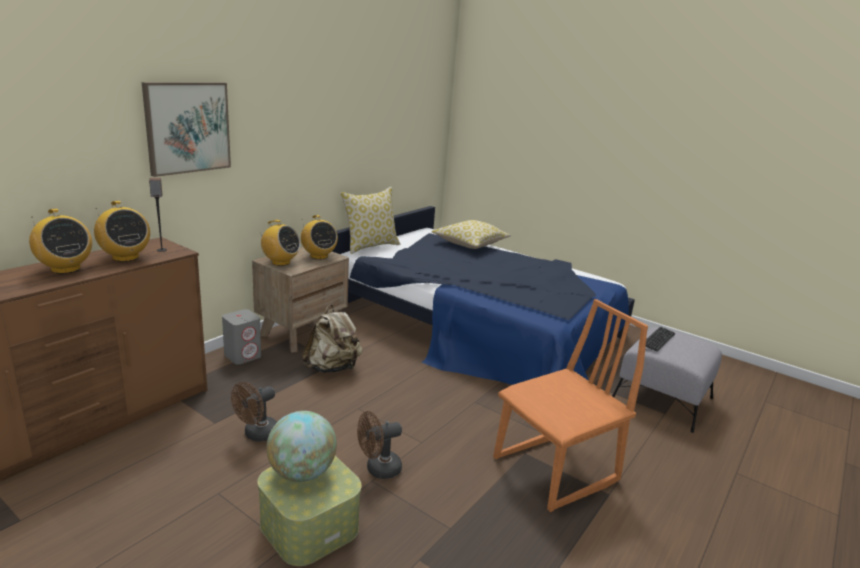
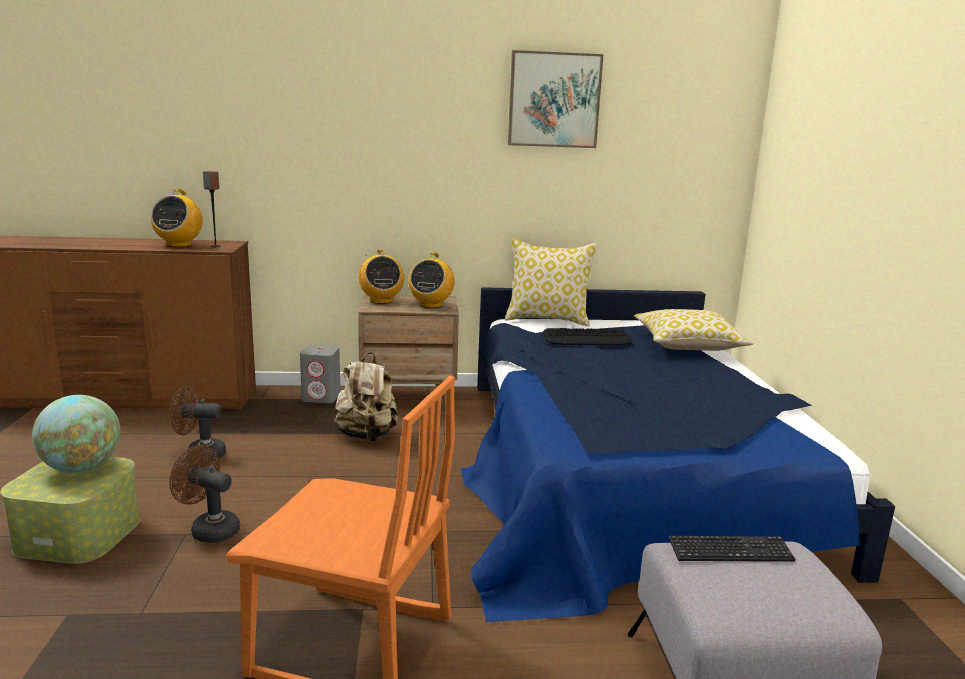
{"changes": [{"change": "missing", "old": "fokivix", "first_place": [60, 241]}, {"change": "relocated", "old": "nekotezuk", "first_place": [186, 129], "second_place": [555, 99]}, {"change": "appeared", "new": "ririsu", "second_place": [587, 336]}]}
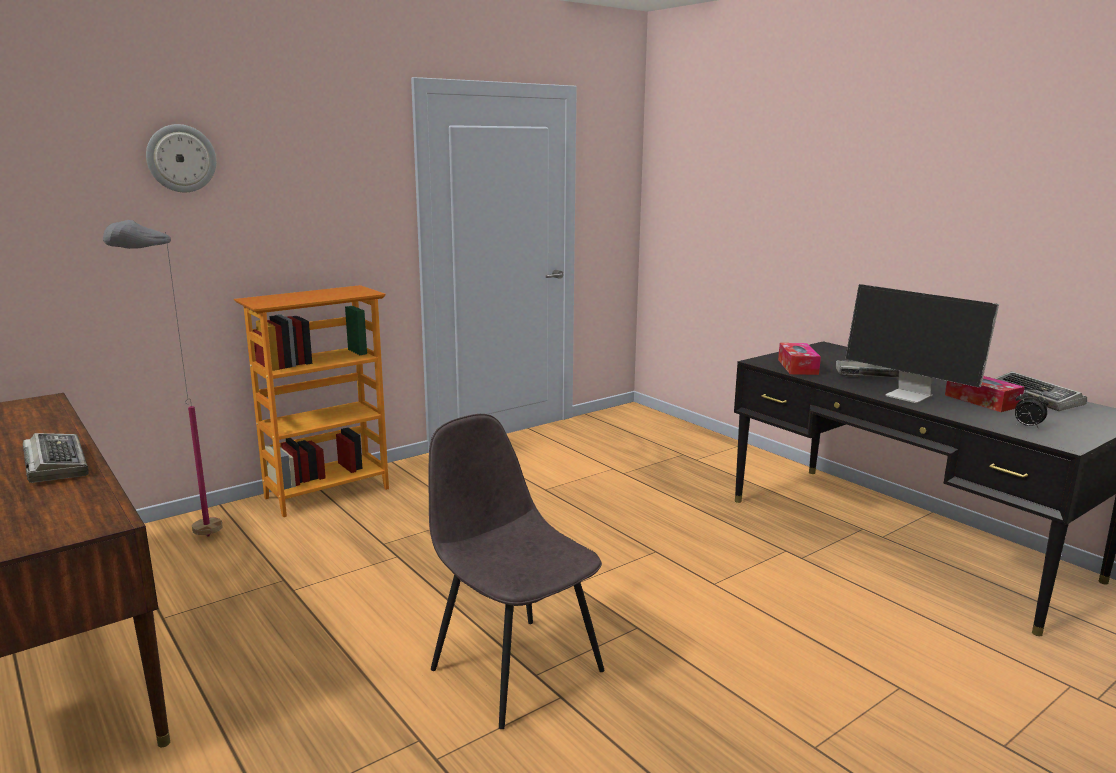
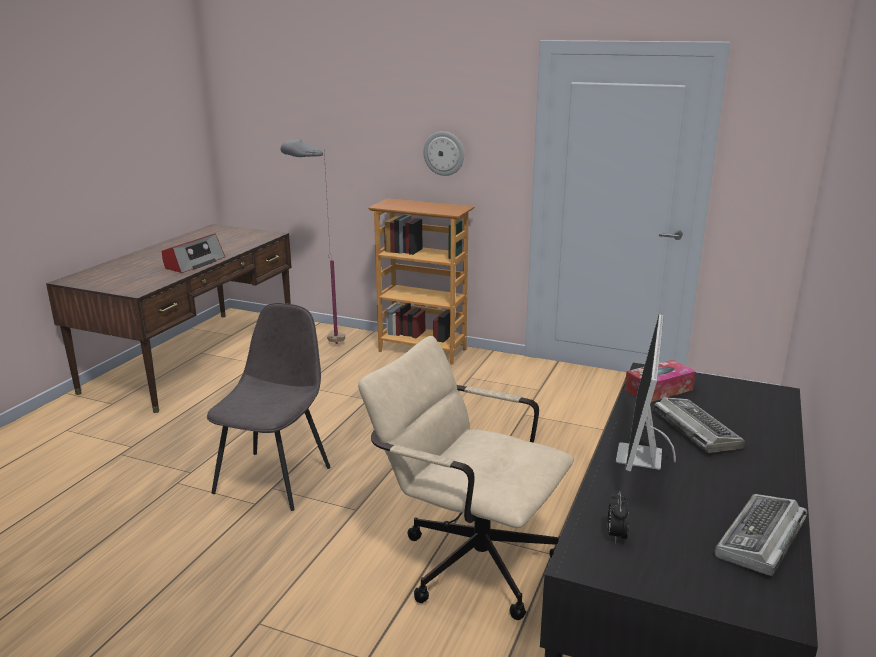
{"changes": [{"change": "exchanged", "old": "ririsu", "new": "fokivix", "first_place": [56, 458], "second_place": [193, 253]}, {"change": "relocated", "old": "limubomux", "first_place": [181, 158], "second_place": [443, 153]}, {"change": "missing", "old": "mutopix", "first_place": [985, 394]}, {"change": "appeared", "new": "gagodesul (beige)", "second_place": [466, 477]}]}
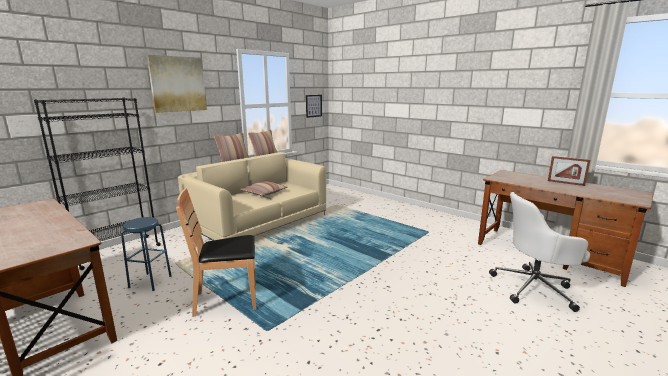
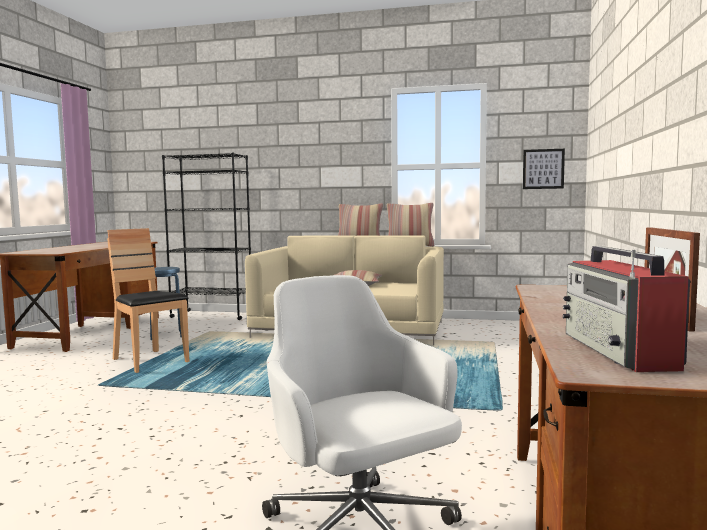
{"changes": [{"change": "missing", "old": "nekotezuk", "first_place": [177, 84]}, {"change": "appeared", "new": "fokivix", "second_place": [626, 309]}]}
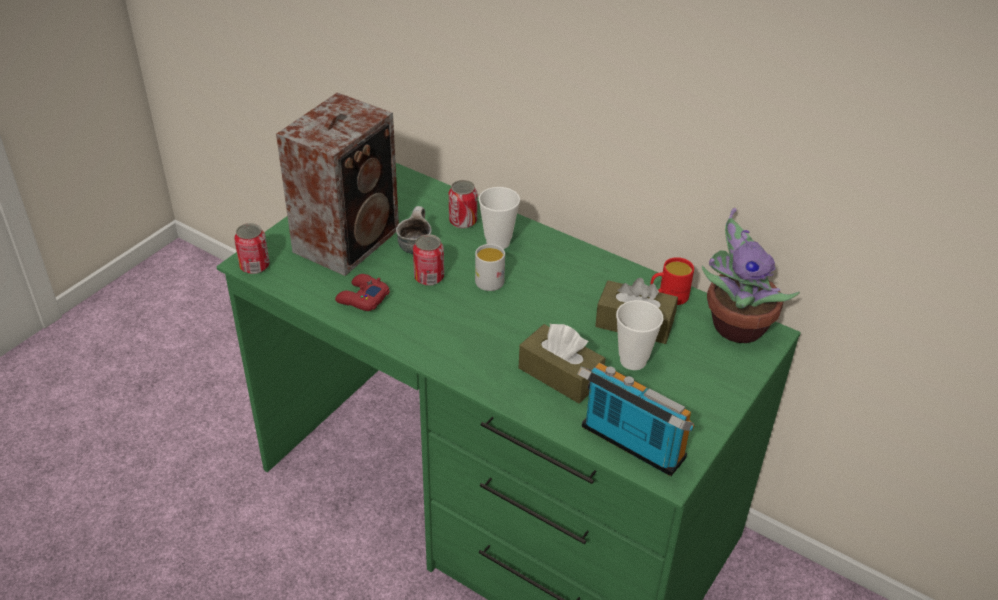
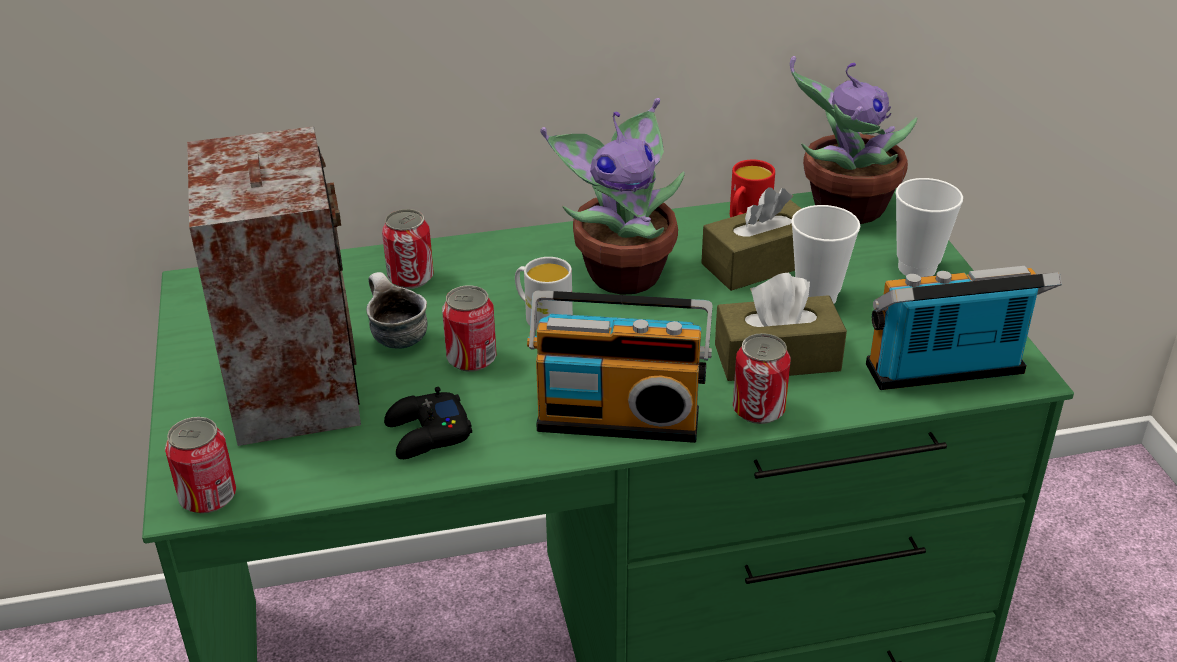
{"changes": [{"change": "colour", "old": "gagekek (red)", "new": "gagekek (black)", "first_place": [362, 292], "second_place": [428, 423]}, {"change": "relocated", "old": "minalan", "first_place": [499, 218], "second_place": [929, 227]}, {"change": "appeared", "new": "fokivix", "second_place": [620, 366]}, {"change": "appeared", "new": "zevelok", "second_place": [612, 196]}, {"change": "appeared", "new": "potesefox", "second_place": [762, 378]}]}
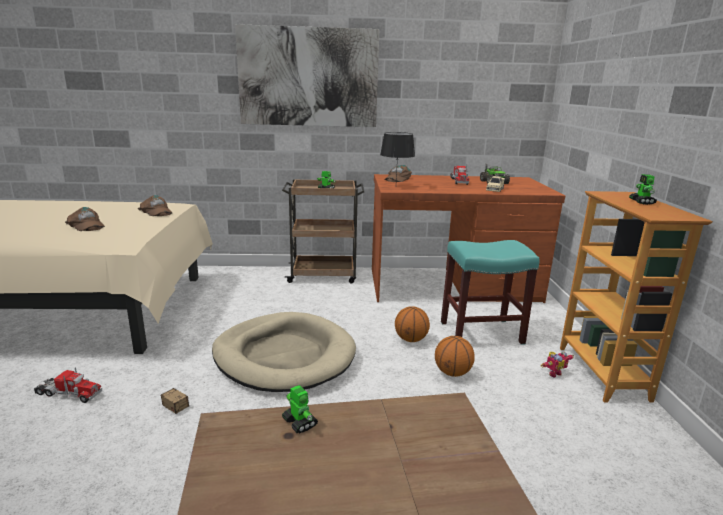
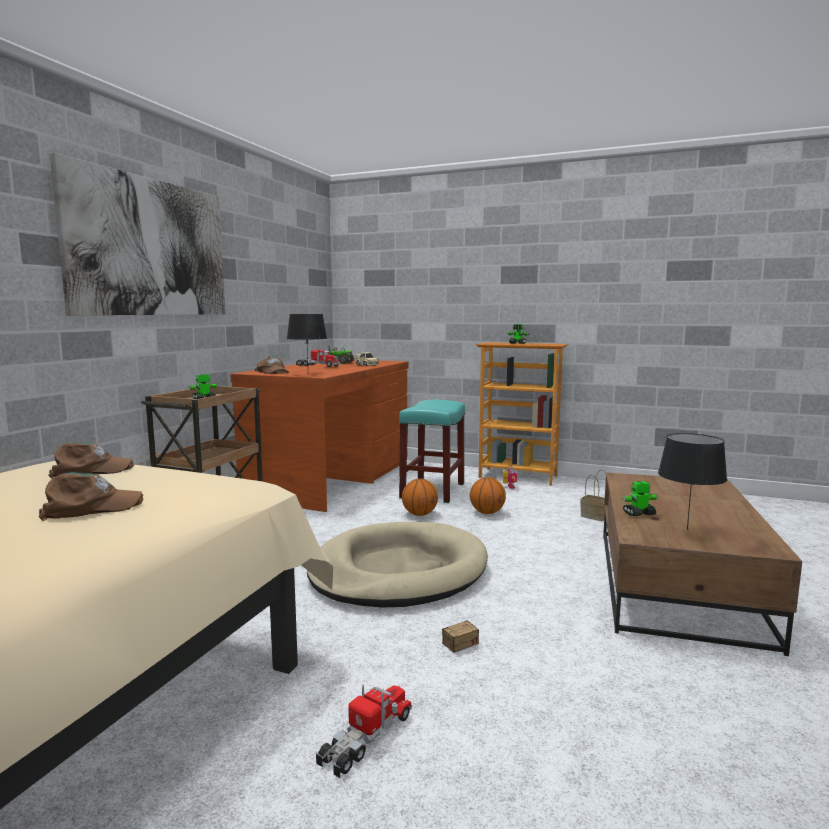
{"changes": [{"change": "appeared", "new": "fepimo", "second_place": [593, 495]}, {"change": "appeared", "new": "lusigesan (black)", "second_place": [692, 481]}]}
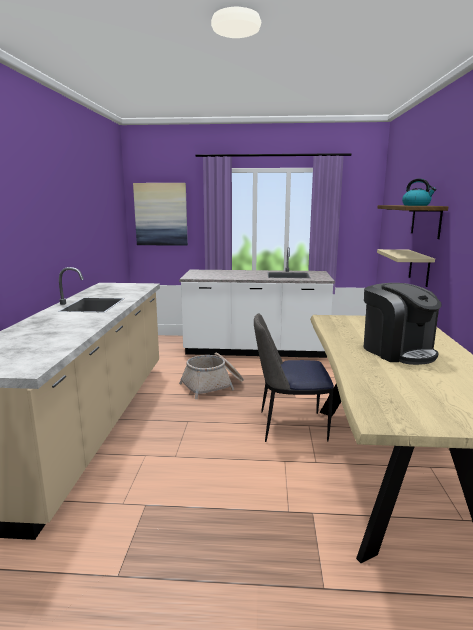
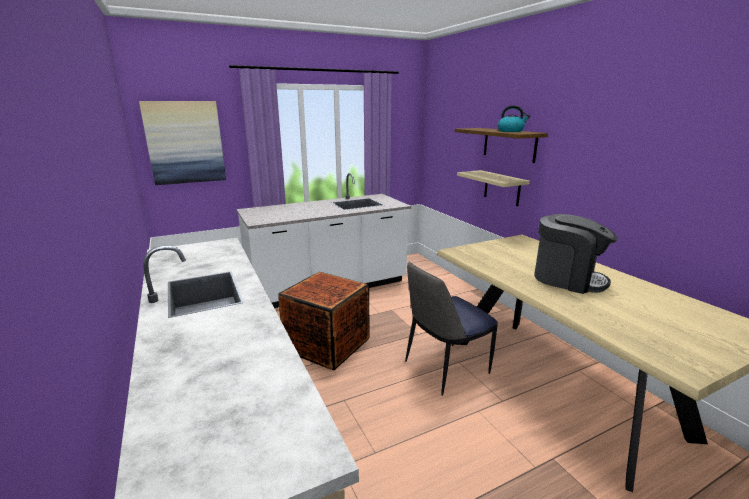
{"changes": [{"change": "exchanged", "old": "fepimo", "new": "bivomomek", "first_place": [211, 376], "second_place": [324, 321]}]}
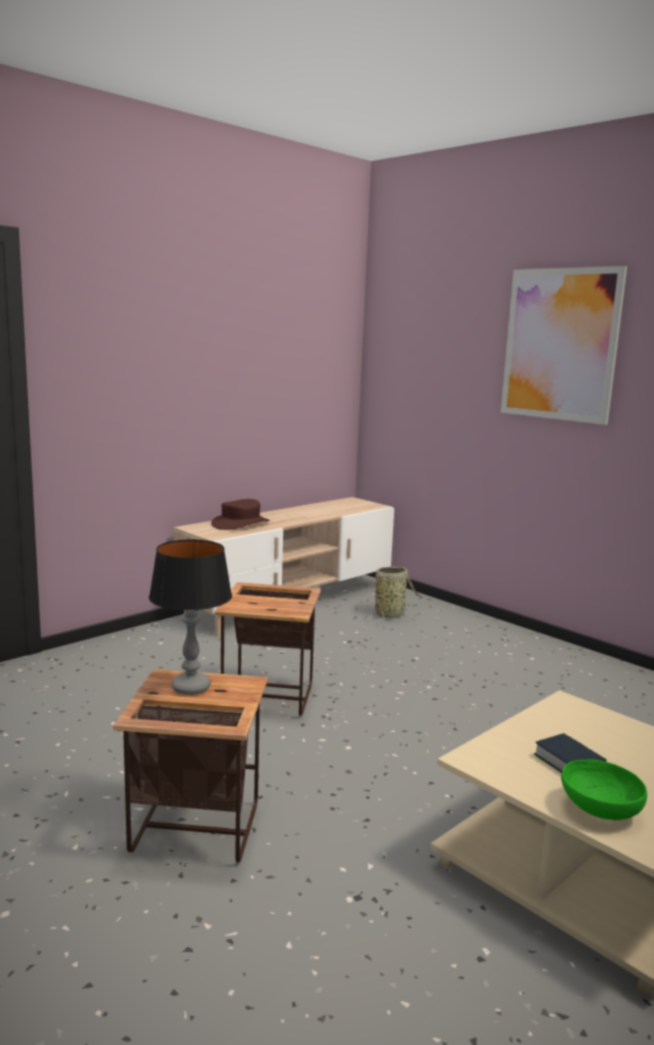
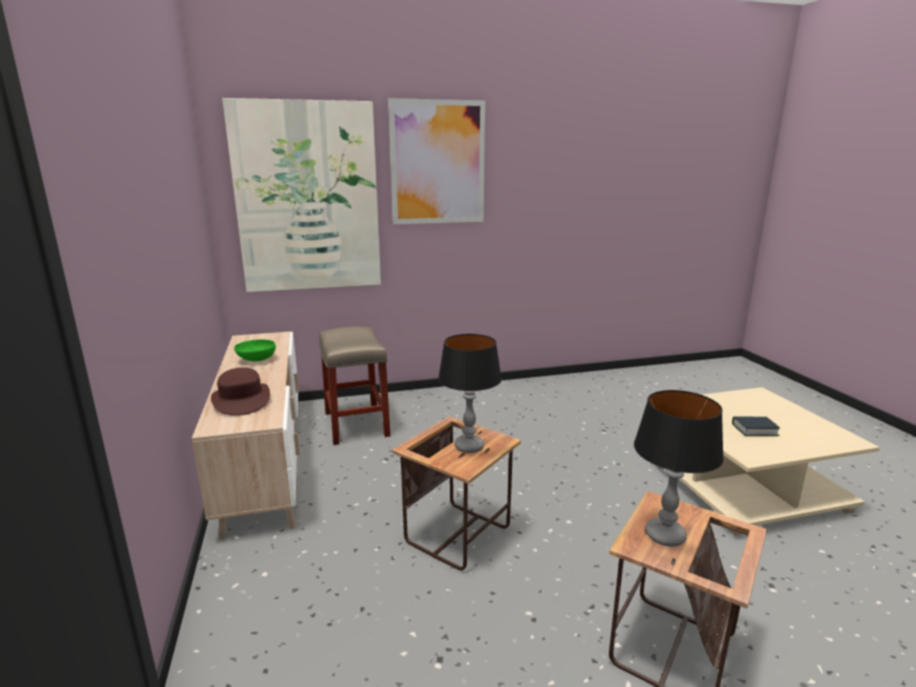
{"changes": [{"change": "exchanged", "old": "fepimo", "new": "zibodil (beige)", "first_place": [393, 593], "second_place": [354, 385]}, {"change": "relocated", "old": "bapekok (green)", "first_place": [604, 789], "second_place": [255, 350]}, {"change": "appeared", "new": "nekotezuk", "second_place": [301, 195]}, {"change": "appeared", "new": "lusigesan", "second_place": [470, 393]}]}
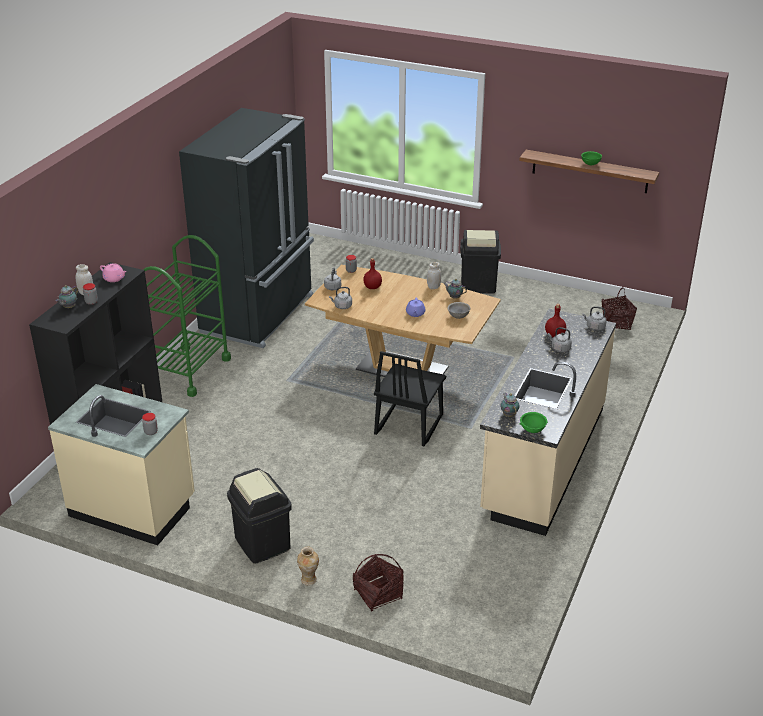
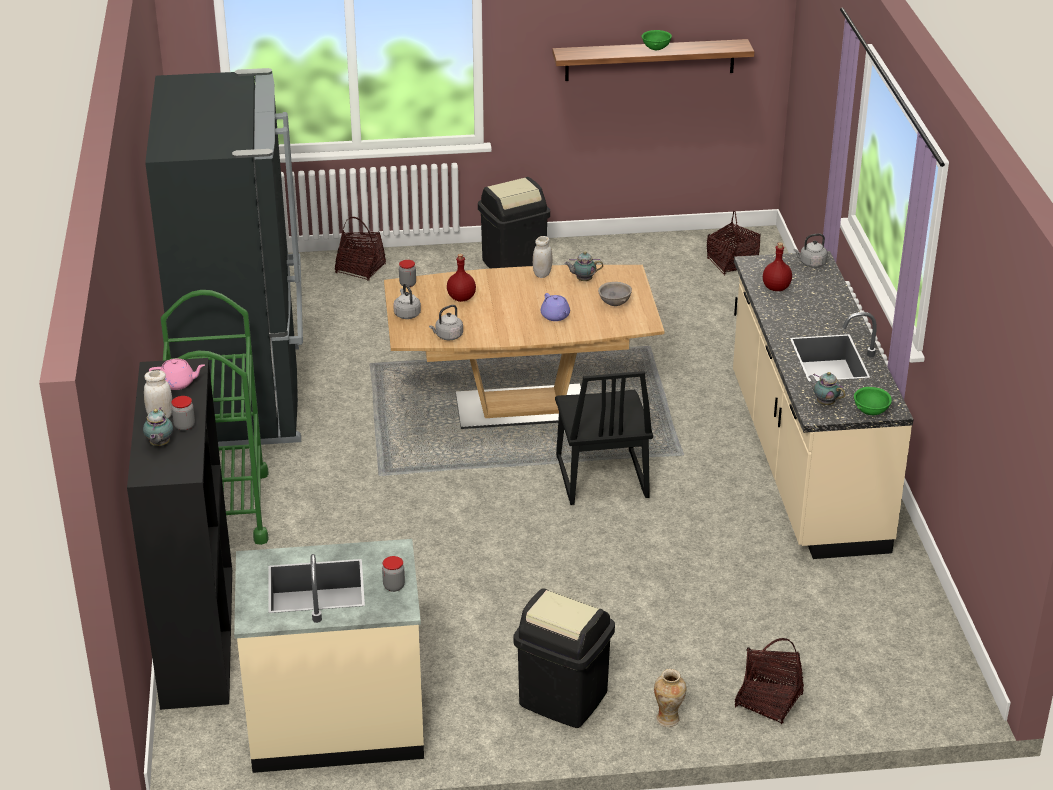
{"changes": [{"change": "missing", "old": "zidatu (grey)", "first_place": [560, 339]}, {"change": "appeared", "new": "fepimo", "second_place": [360, 249]}]}
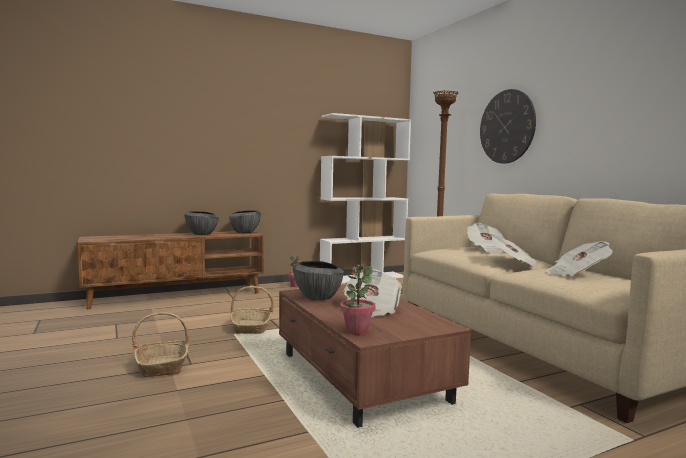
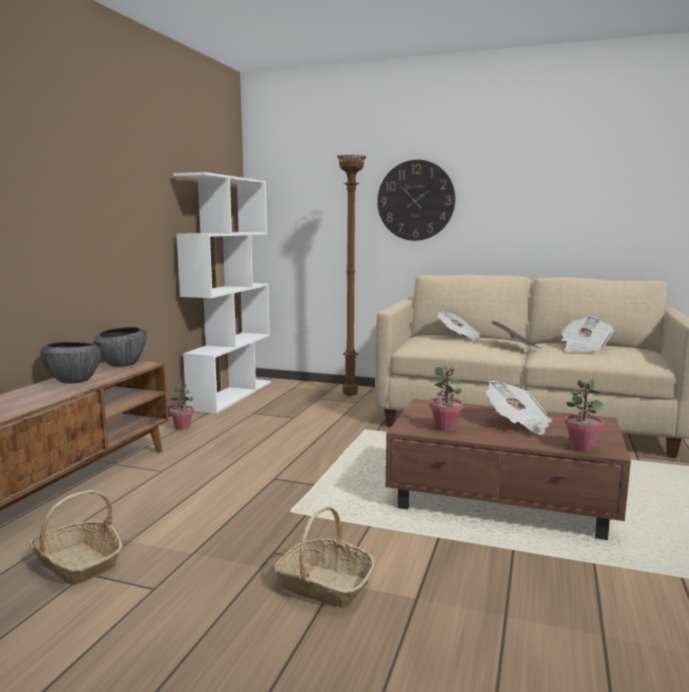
{"changes": [{"change": "relocated", "old": "fepimo", "first_place": [252, 310], "second_place": [76, 537]}, {"change": "exchanged", "old": "bapekok", "new": "zevelok", "first_place": [318, 280], "second_place": [446, 398]}]}
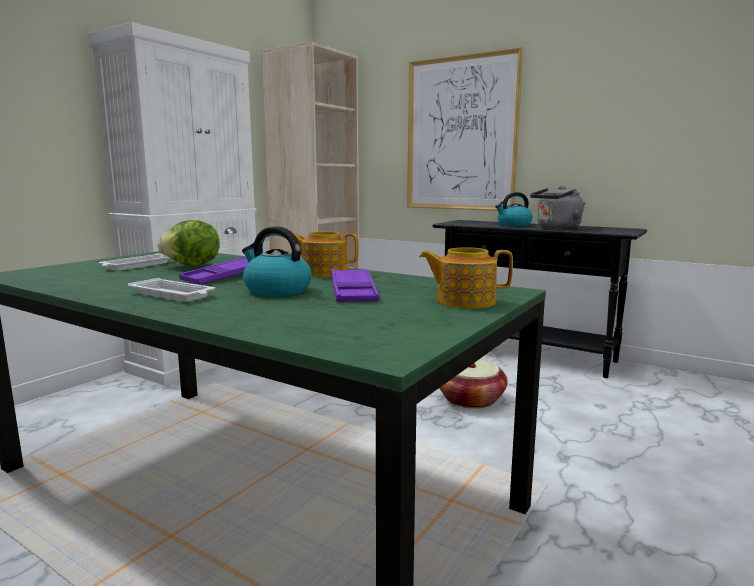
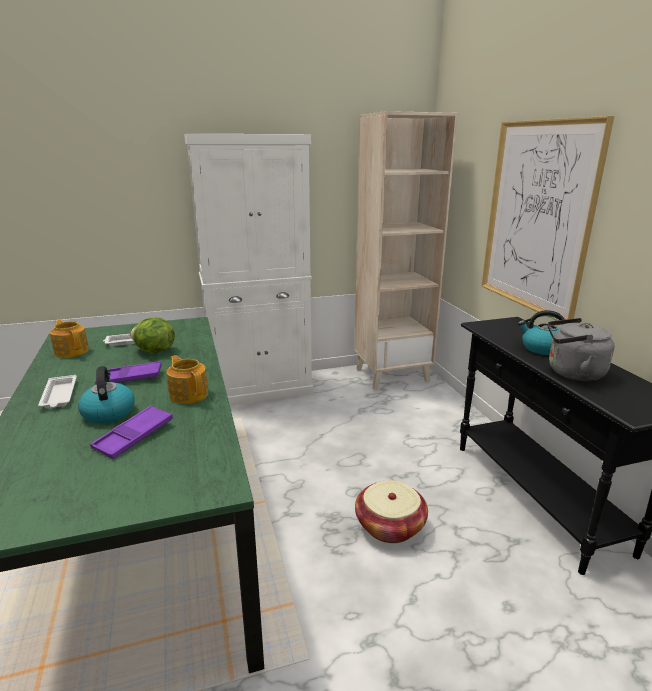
{"changes": [{"change": "relocated", "old": "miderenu", "first_place": [466, 277], "second_place": [69, 339]}]}
